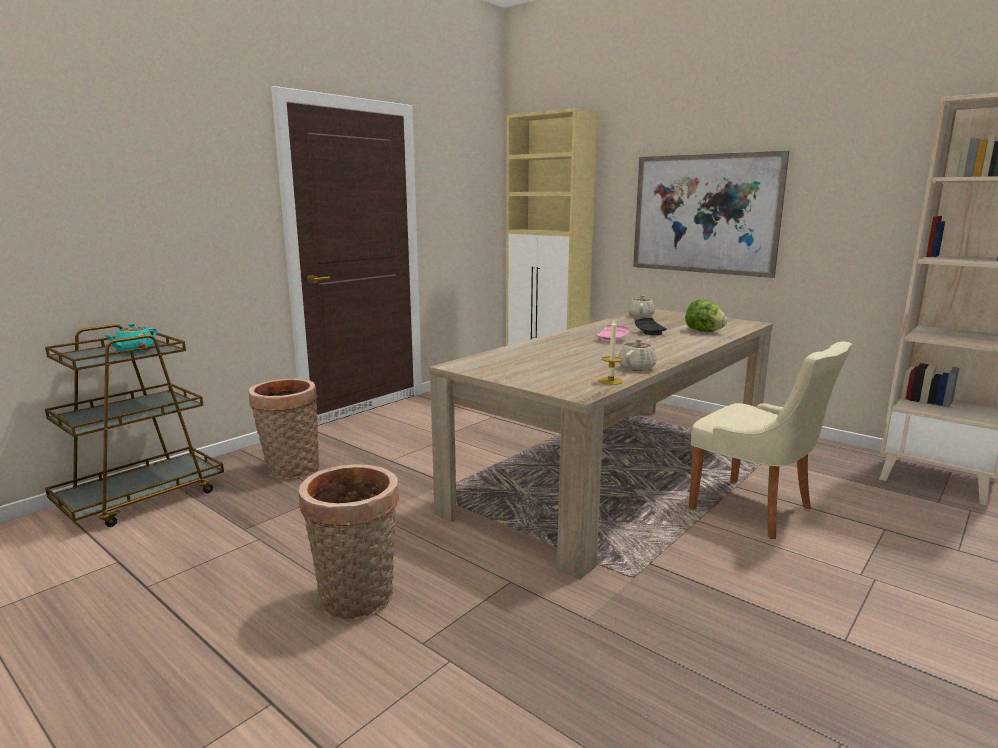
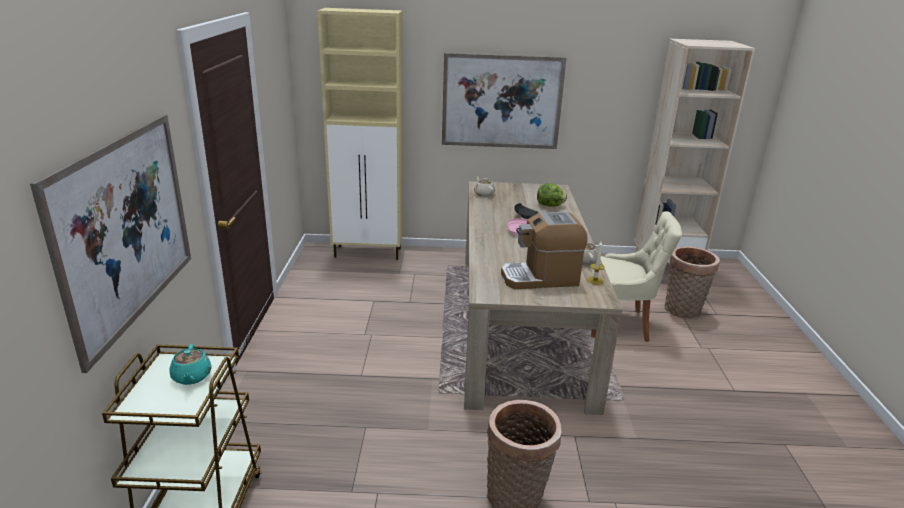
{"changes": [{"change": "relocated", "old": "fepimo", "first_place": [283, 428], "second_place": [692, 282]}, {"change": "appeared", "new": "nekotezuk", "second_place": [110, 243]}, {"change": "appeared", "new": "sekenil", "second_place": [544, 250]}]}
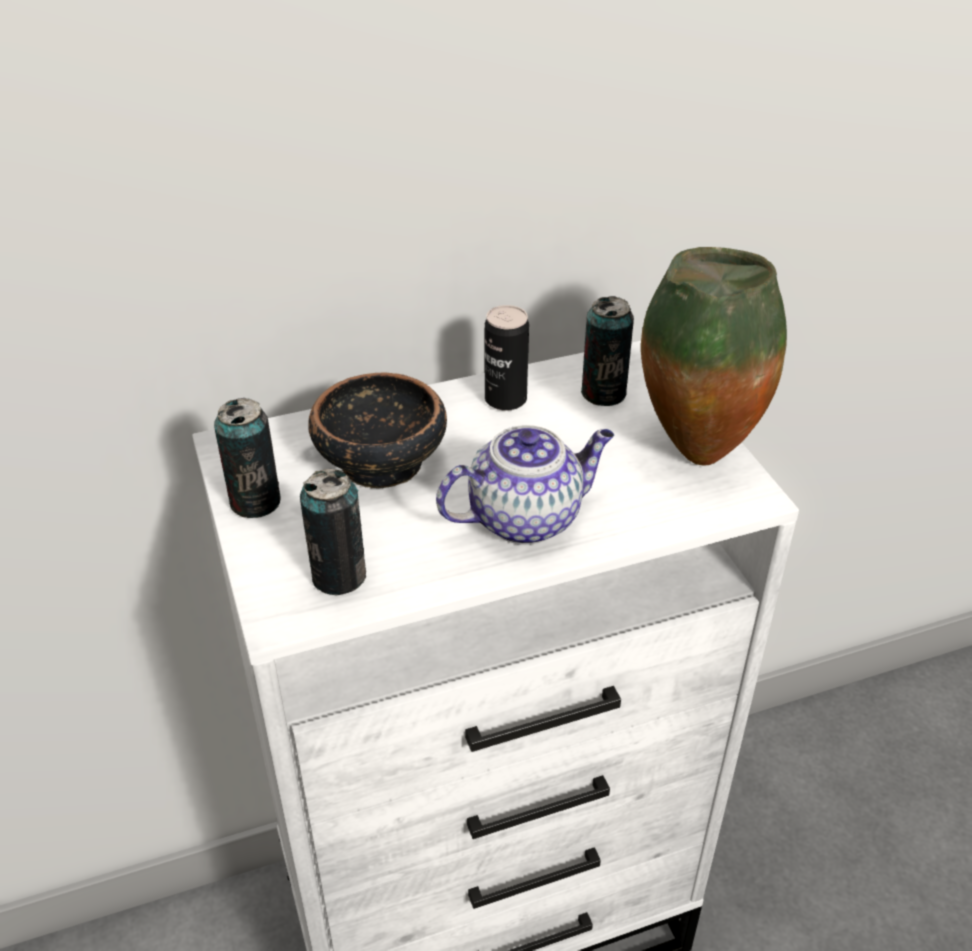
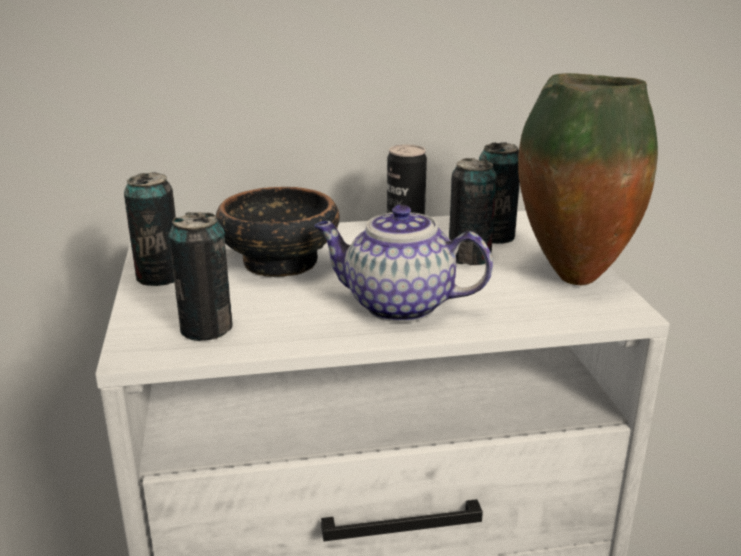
{"changes": [{"change": "spun", "old": "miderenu", "first_place": [525, 485], "second_place": [403, 263], "degrees": -150}, {"change": "appeared", "new": "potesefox", "second_place": [473, 211]}]}
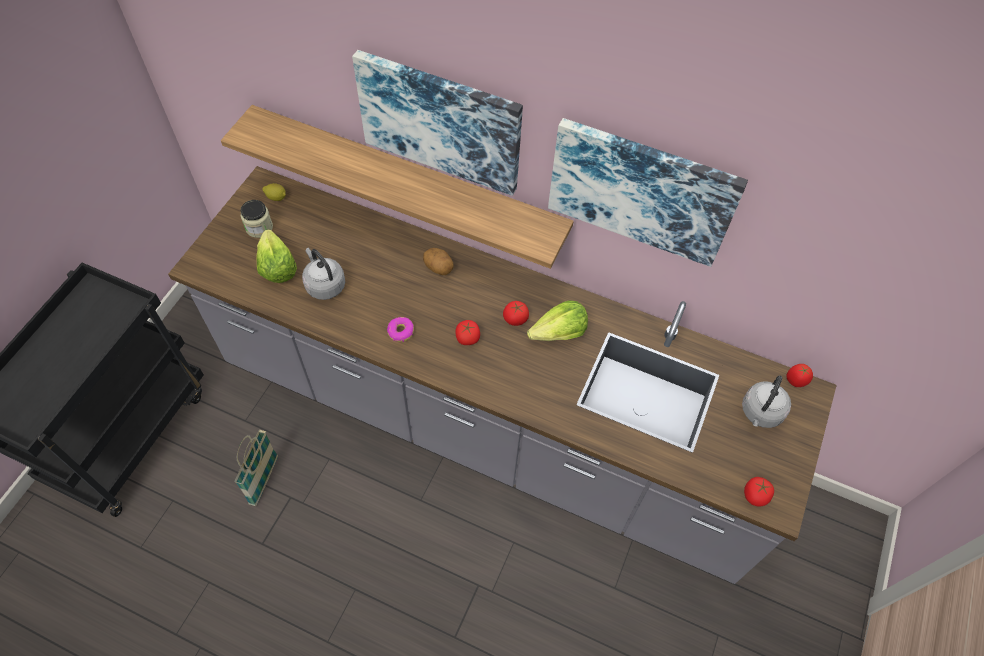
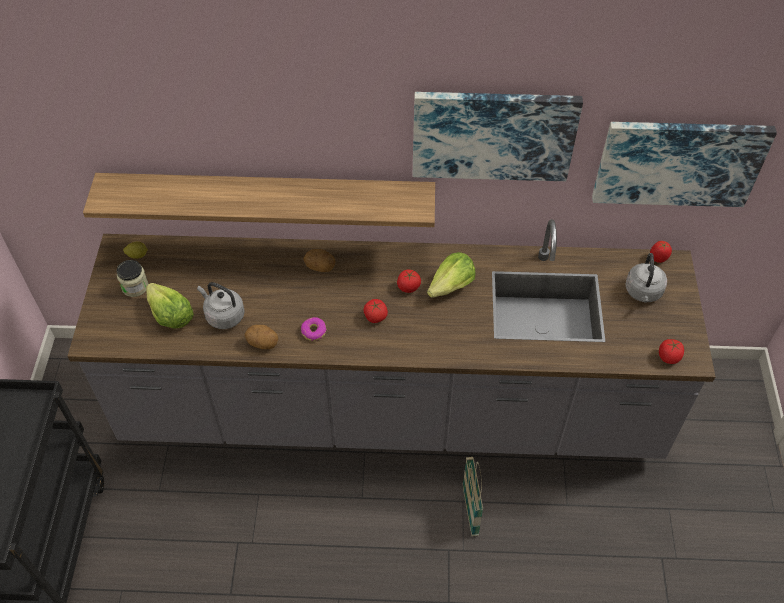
{"changes": [{"change": "relocated", "old": "fepimo", "first_place": [256, 468], "second_place": [473, 496]}, {"change": "relocated", "old": "nekotezuk", "first_place": [437, 123], "second_place": [684, 164]}, {"change": "appeared", "new": "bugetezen", "second_place": [261, 337]}]}
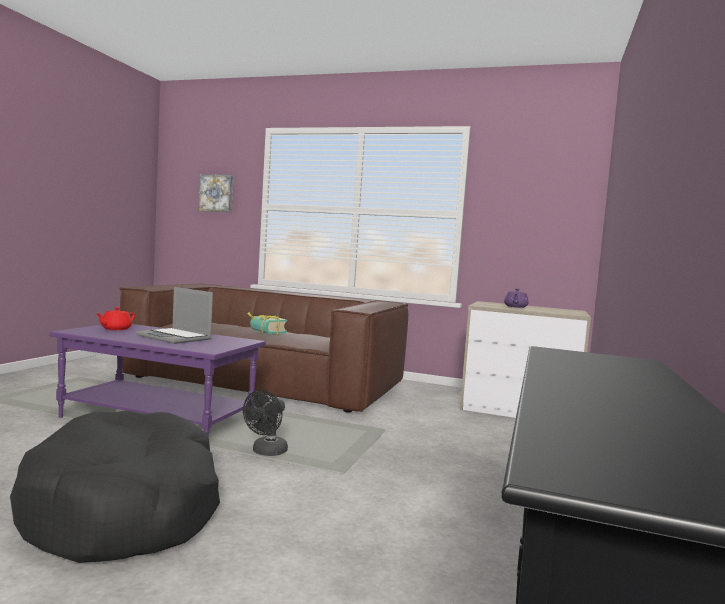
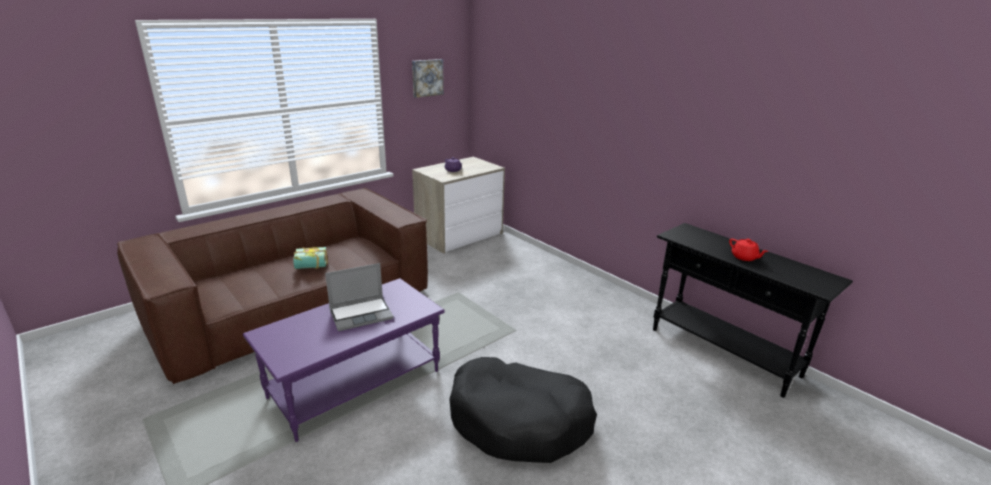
{"changes": [{"change": "relocated", "old": "miderenu (red)", "first_place": [115, 318], "second_place": [748, 250]}, {"change": "relocated", "old": "nekotezuk", "first_place": [215, 193], "second_place": [428, 78]}, {"change": "missing", "old": "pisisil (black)", "first_place": [265, 422]}]}
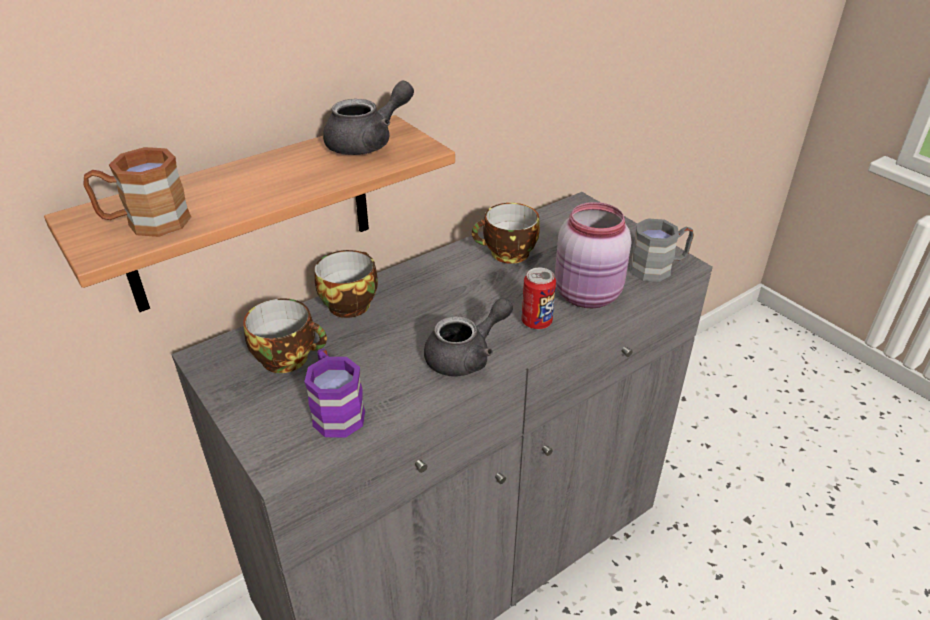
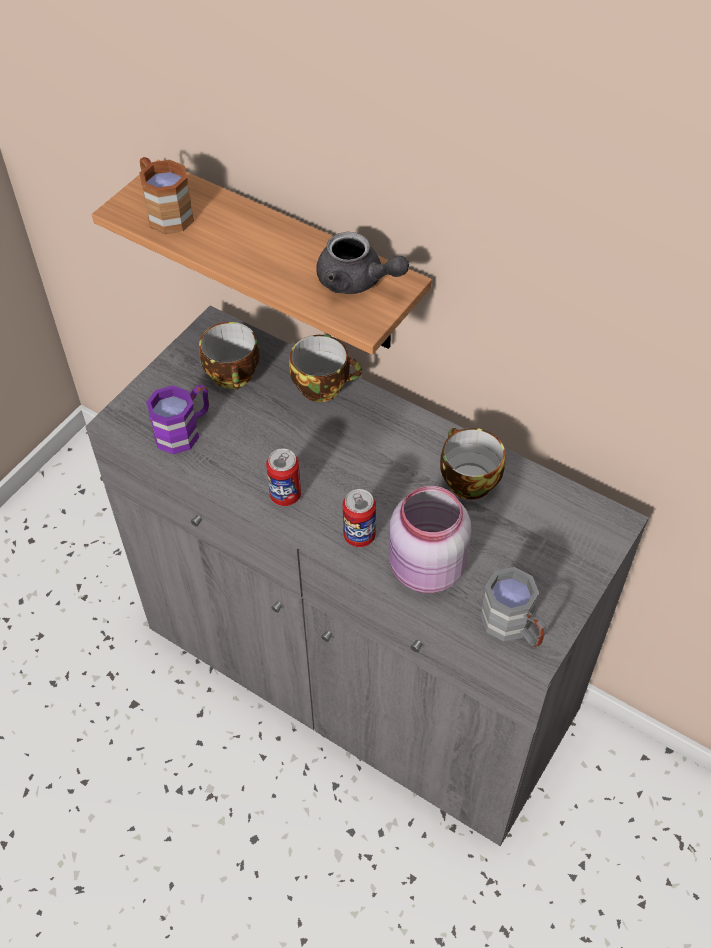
{"changes": [{"change": "exchanged", "old": "miderenu (grey)", "new": "potesefox", "first_place": [468, 337], "second_place": [283, 477]}]}
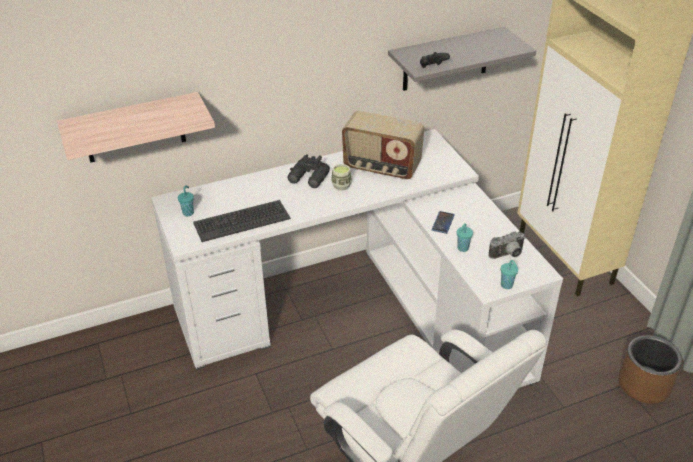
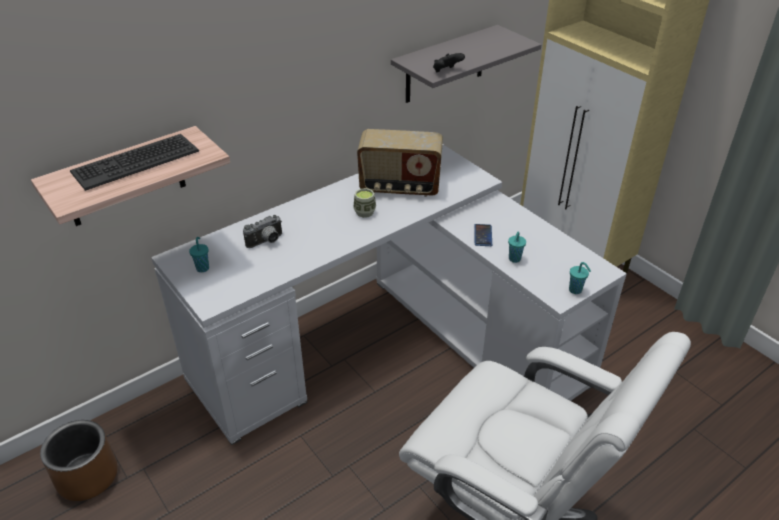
{"changes": [{"change": "relocated", "old": "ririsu", "first_place": [242, 221], "second_place": [134, 162]}, {"change": "missing", "old": "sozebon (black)", "first_place": [308, 171]}, {"change": "relocated", "old": "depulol", "first_place": [507, 245], "second_place": [262, 231]}, {"change": "relocated", "old": "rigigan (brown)", "first_place": [650, 369], "second_place": [79, 460]}]}
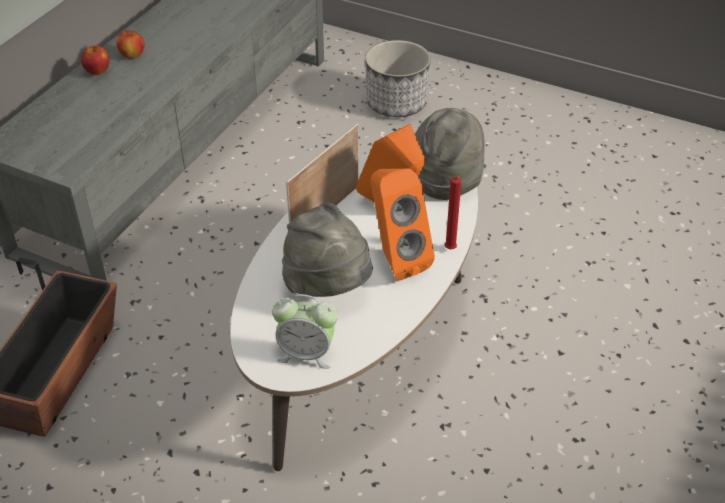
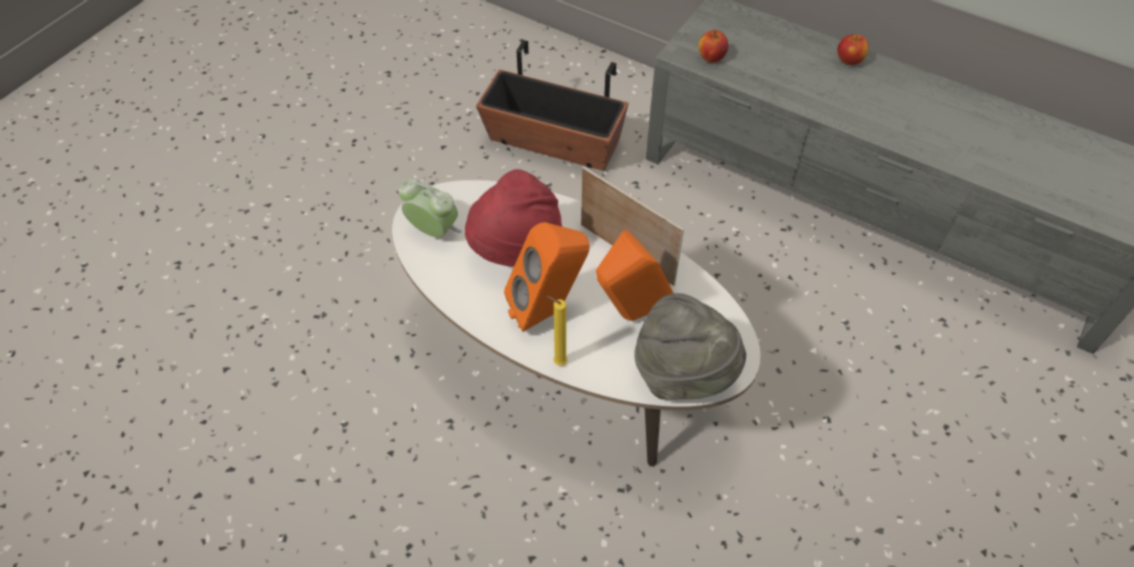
{"changes": [{"change": "relocated", "old": "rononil", "first_place": [131, 44], "second_place": [713, 46]}, {"change": "spun", "old": "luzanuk", "first_place": [305, 331], "second_place": [430, 207], "degrees": 105}, {"change": "colour", "old": "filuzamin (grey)", "new": "filuzamin (red)", "first_place": [327, 249], "second_place": [513, 218]}, {"change": "missing", "old": "rigigan", "first_place": [398, 78]}, {"change": "colour", "old": "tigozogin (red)", "new": "tigozogin (yellow)", "first_place": [453, 212], "second_place": [557, 331]}]}
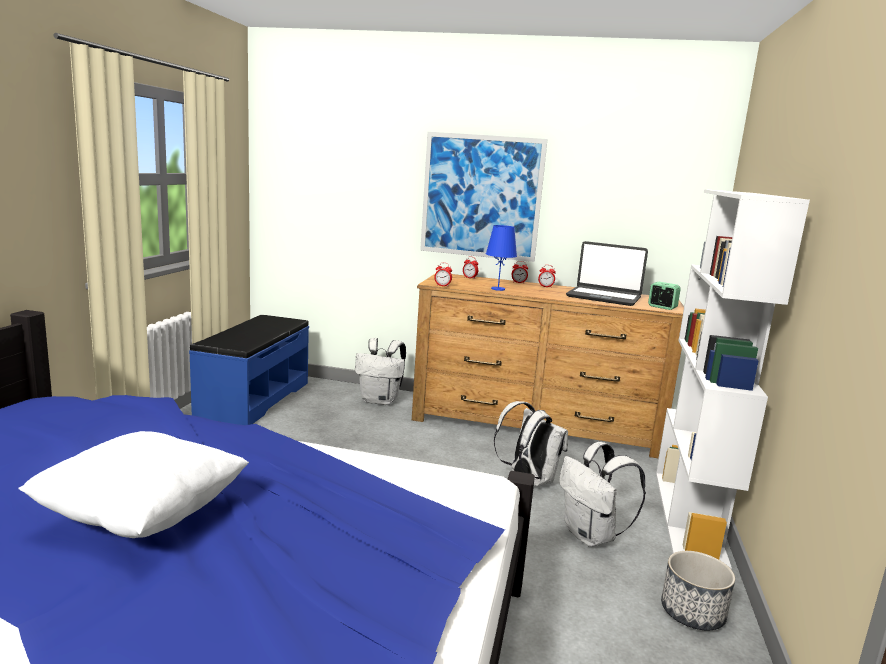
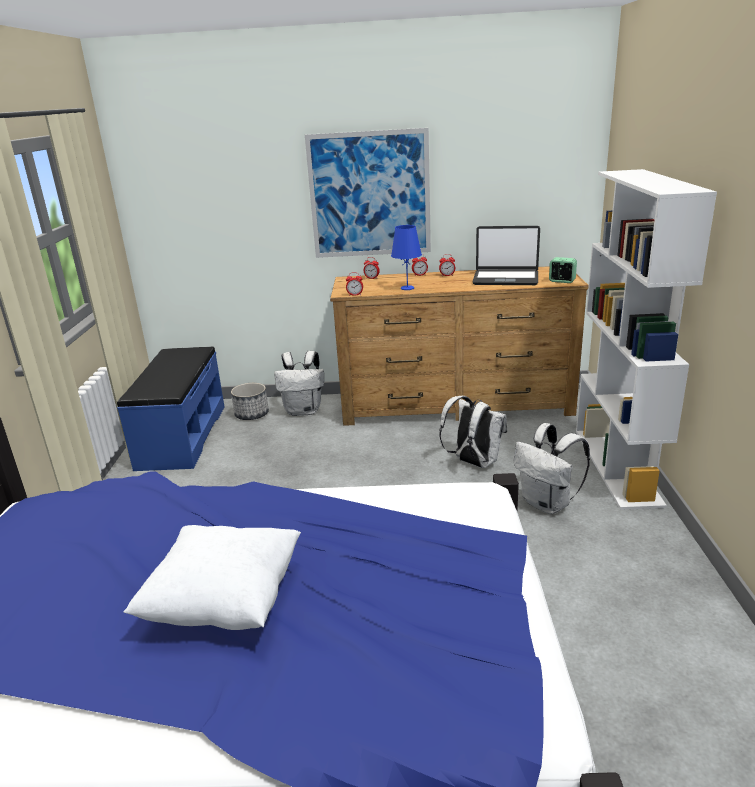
{"changes": [{"change": "relocated", "old": "rigigan", "first_place": [698, 590], "second_place": [250, 401]}]}
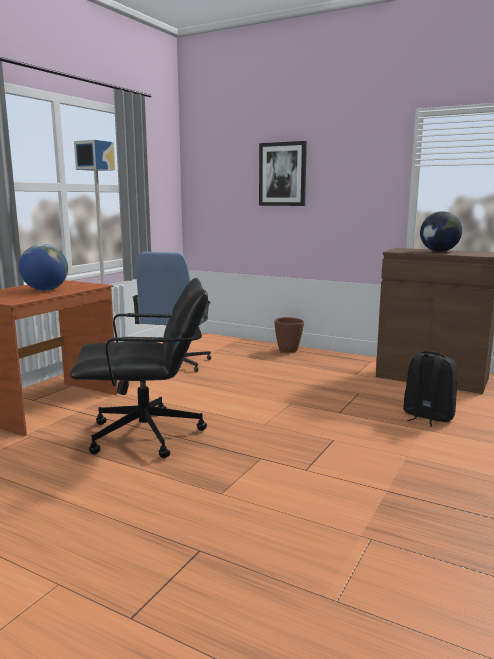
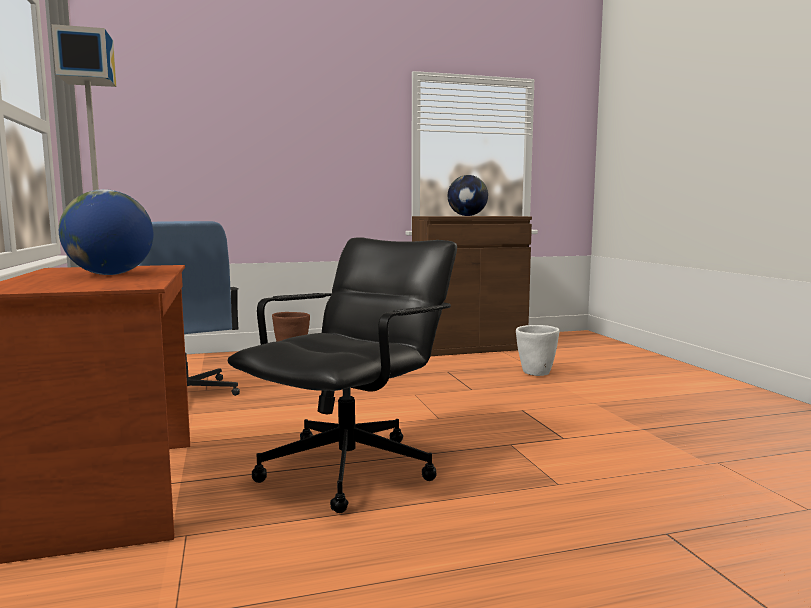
{"changes": [{"change": "missing", "old": "nekotezuk", "first_place": [283, 173]}, {"change": "exchanged", "old": "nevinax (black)", "new": "rigigan (white)", "first_place": [430, 389], "second_place": [537, 350]}]}
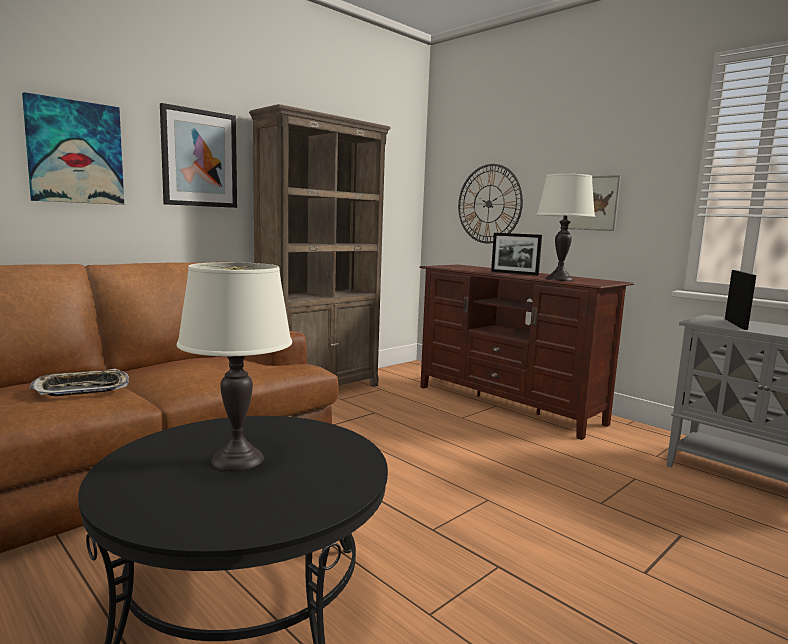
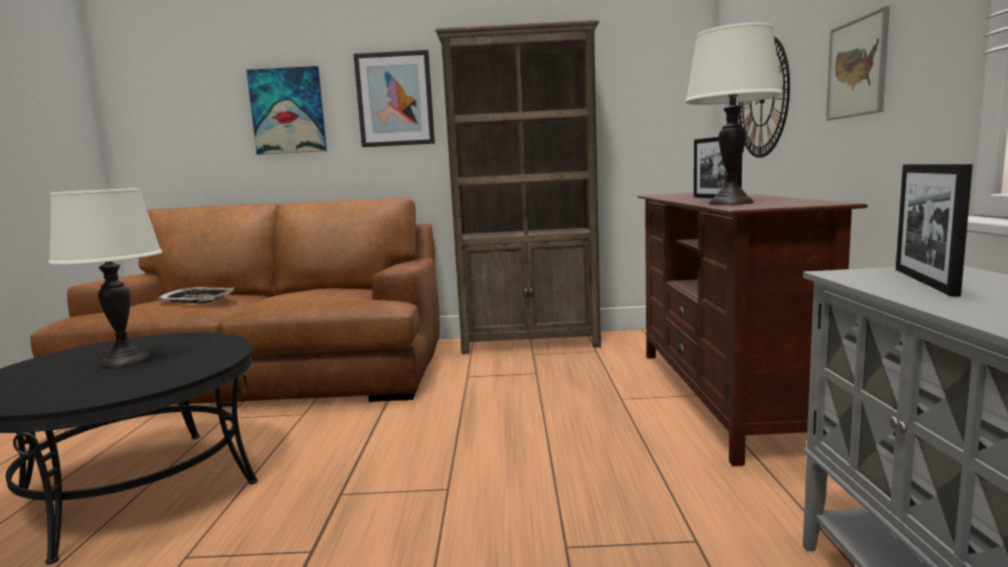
{"changes": [{"change": "spun", "old": "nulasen", "first_place": [740, 300], "second_place": [934, 230], "degrees": 135}]}
